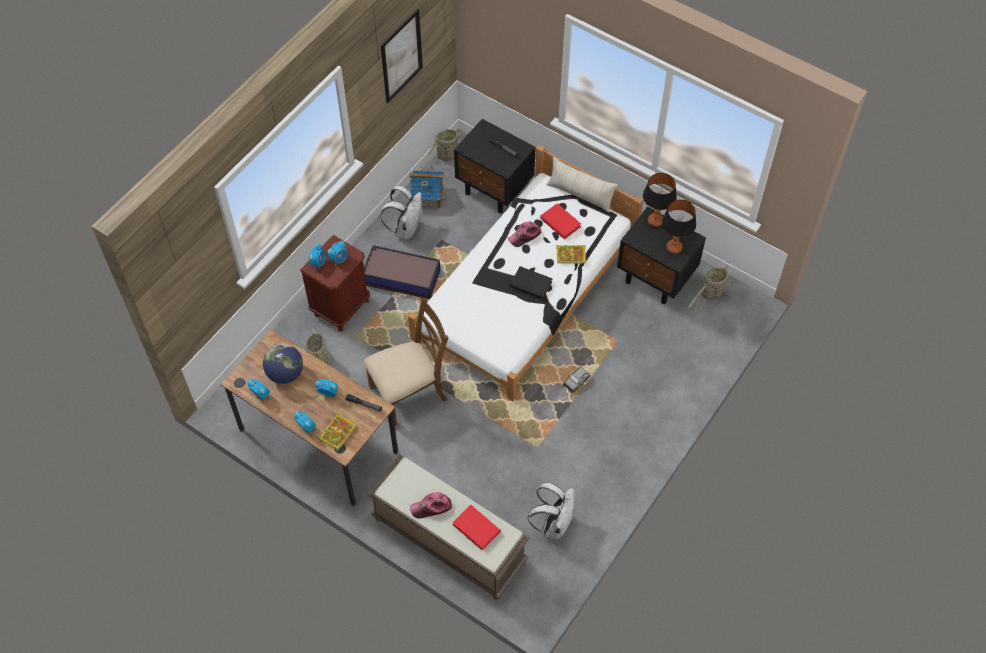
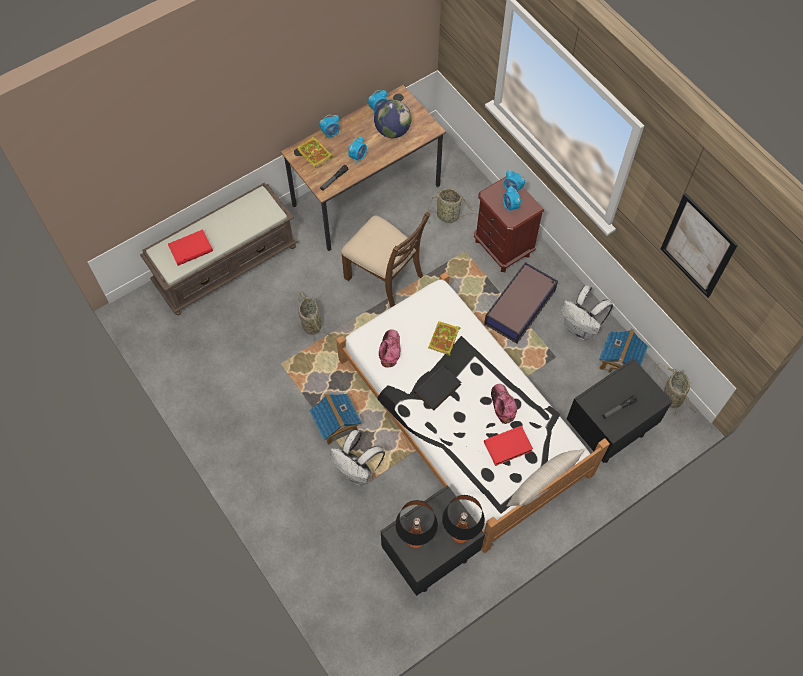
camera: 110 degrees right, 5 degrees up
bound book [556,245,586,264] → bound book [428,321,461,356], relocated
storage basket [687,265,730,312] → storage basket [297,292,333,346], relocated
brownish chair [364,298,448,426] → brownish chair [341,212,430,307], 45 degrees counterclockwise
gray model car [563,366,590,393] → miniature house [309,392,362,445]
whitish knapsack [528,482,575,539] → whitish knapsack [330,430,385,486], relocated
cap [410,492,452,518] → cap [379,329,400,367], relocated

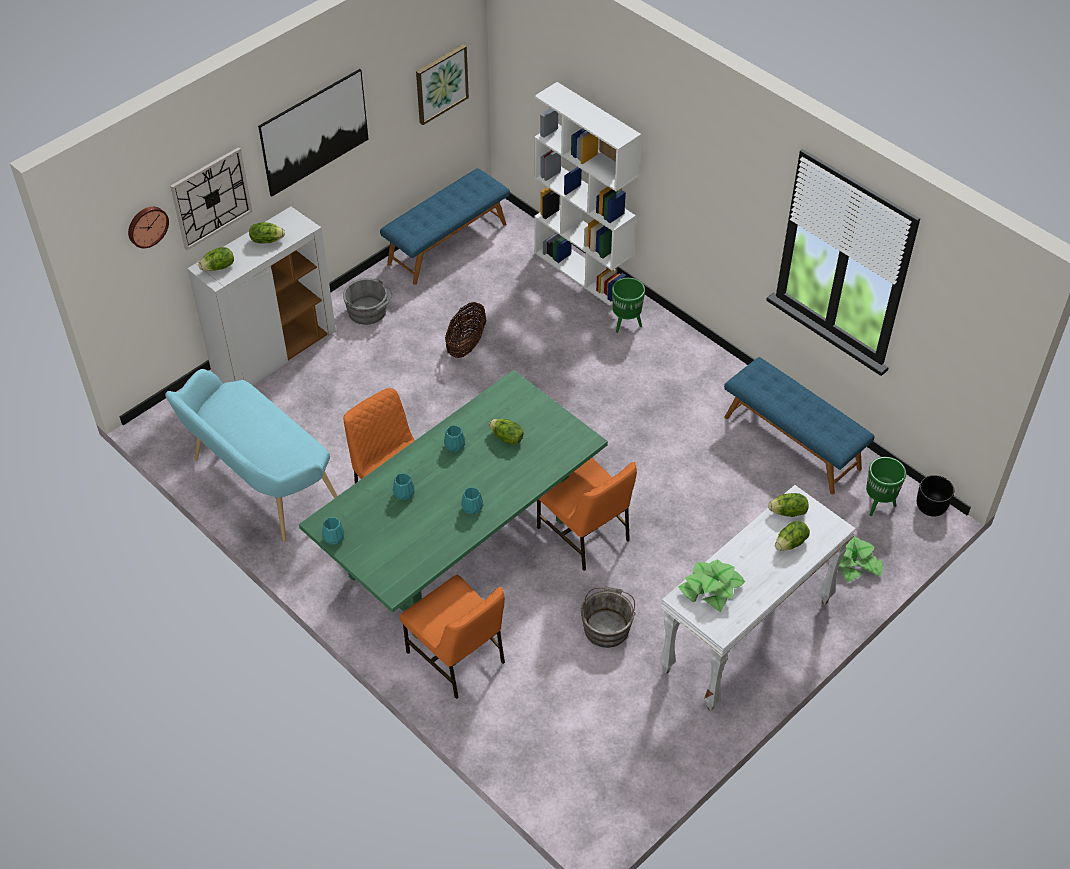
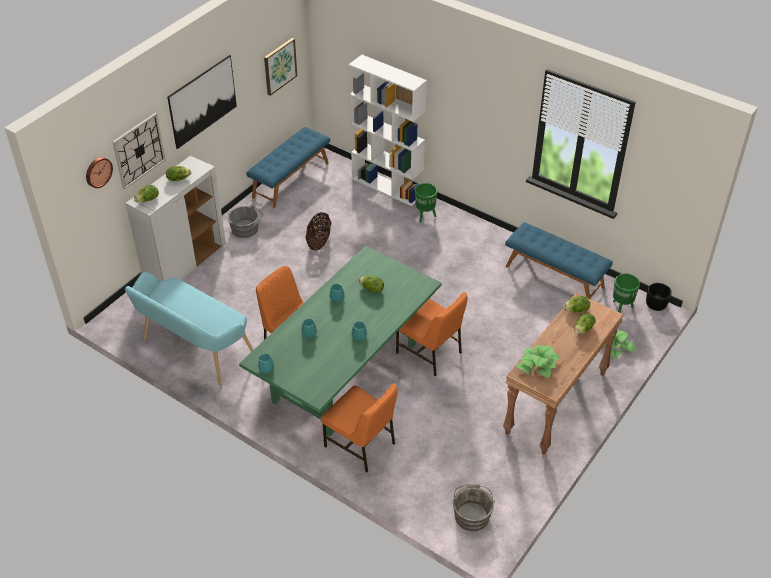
camera: 10 degrees left, 5 degrees down
whitish console table [659,485,856,711] → brownish console table [503,293,624,455]
gray bucket [581,586,636,648] → gray bucket [452,484,495,531], relocated

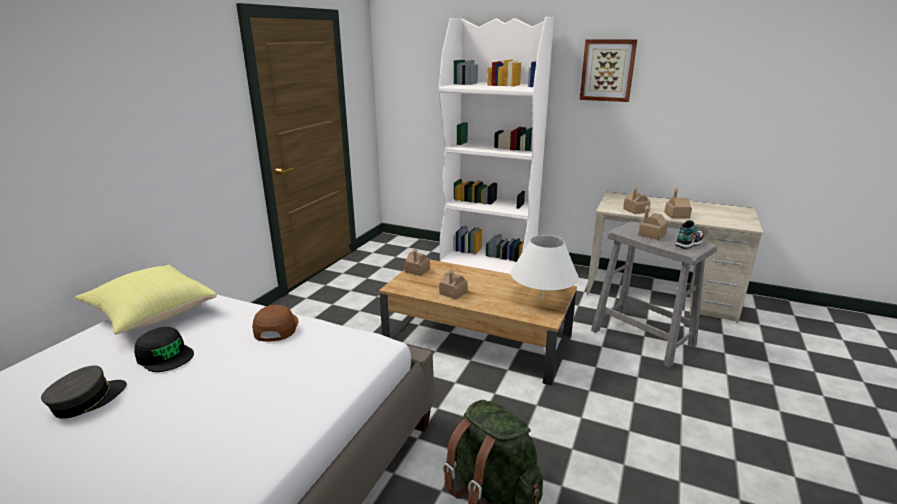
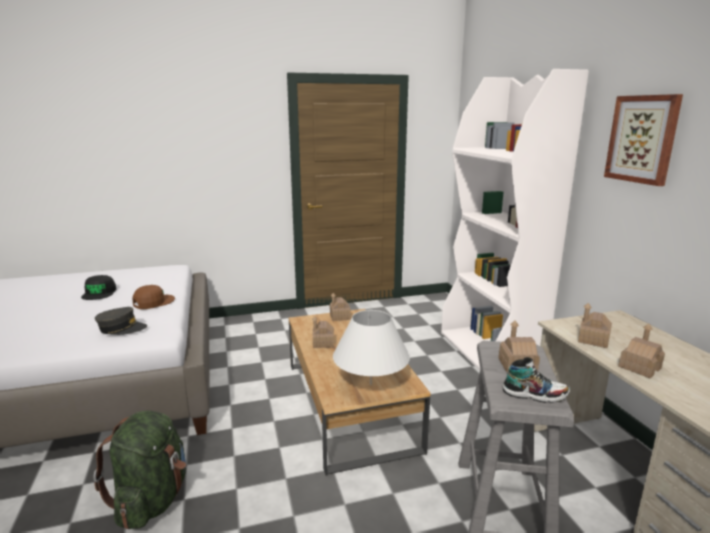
camera: 50 degrees right, 5 degrees down
yellowish pillow [74,265,217,334] → -
gray cap [41,365,127,419] → gray cap [95,307,147,335], relocated

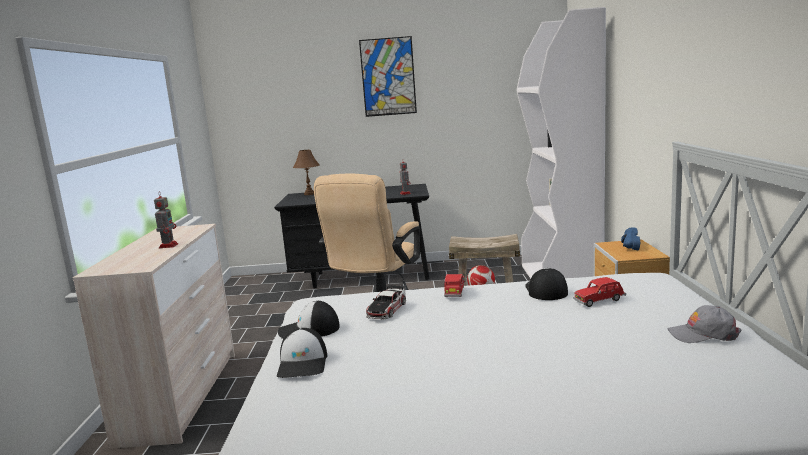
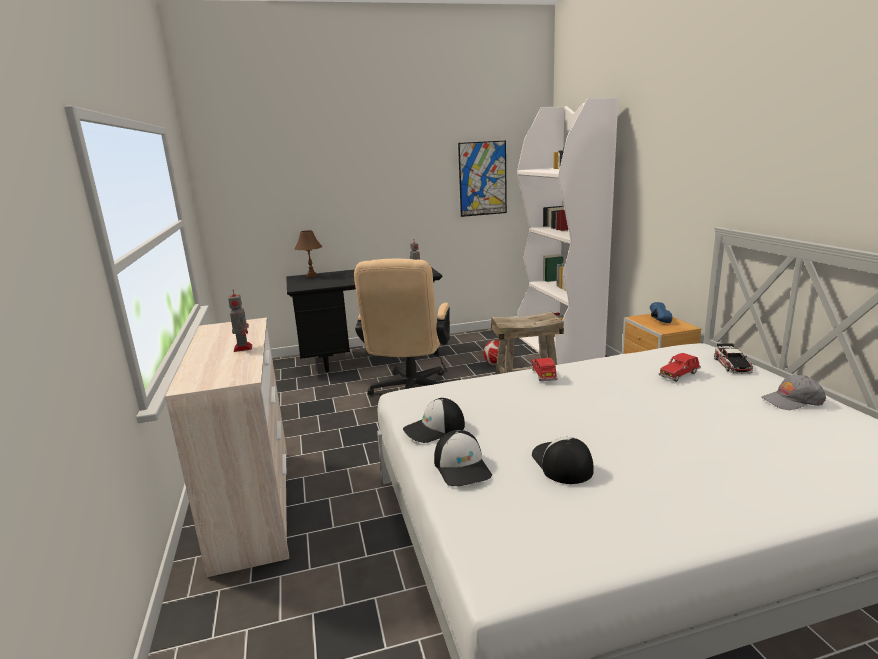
camera: 15 degrees left, 5 degrees up
wall art [359,36,417,117] → wall art [458,141,507,217], relocated
cap [525,268,568,300] → cap [532,437,594,484], relocated
model car [366,285,406,320] → model car [714,343,753,374], relocated

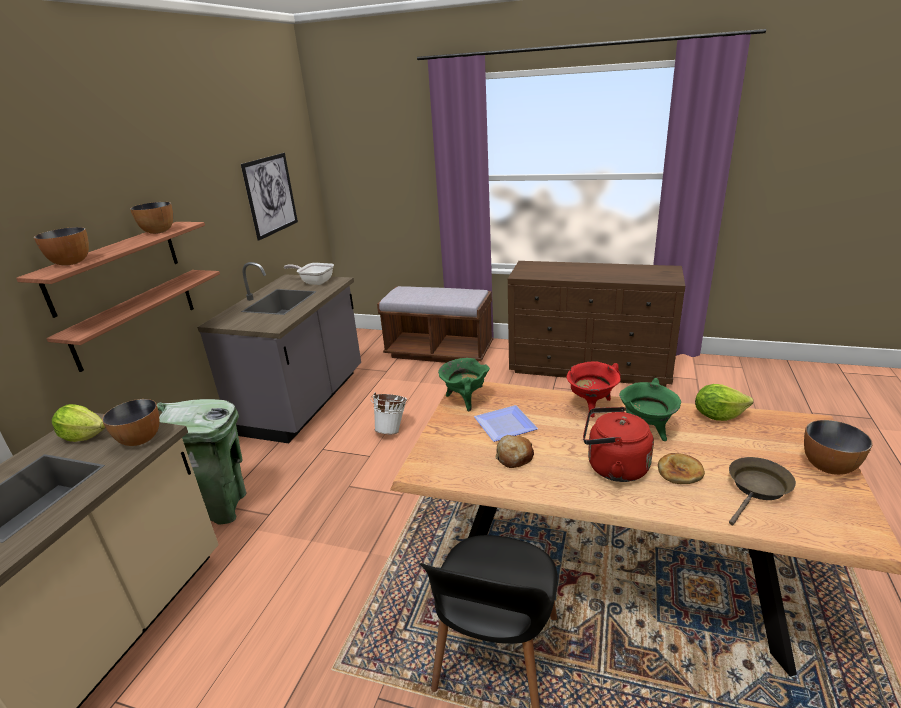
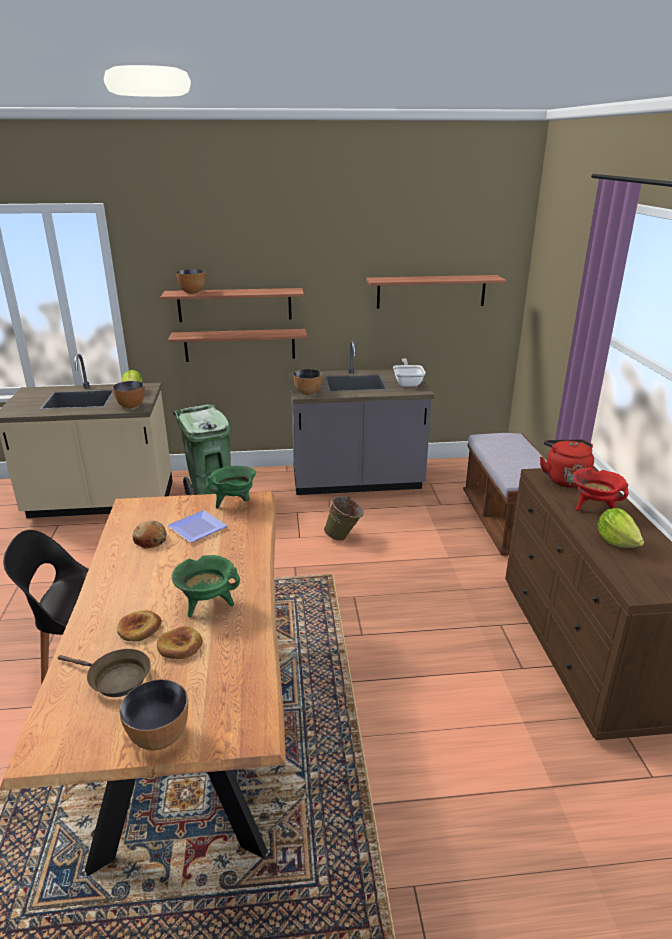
camera: 65 degrees right, 0 degrees up
wall art [241,153,298,241] → wall shelf [366,275,506,309]
deep dish [130,202,173,234] → deep dish [293,369,322,395], relocated
reddish stockpot [567,361,621,417] → reddish stockpot [573,468,629,511], relocated
lettuce head [695,384,753,421] → lettuce head [598,508,644,548], relocated
whitish bucket [370,392,407,434] → greenish bucket [324,496,364,541]
reddish water kettle [583,407,654,482] → reddish water kettle [540,439,594,488], relocated
- → baked bread [157,626,203,659]

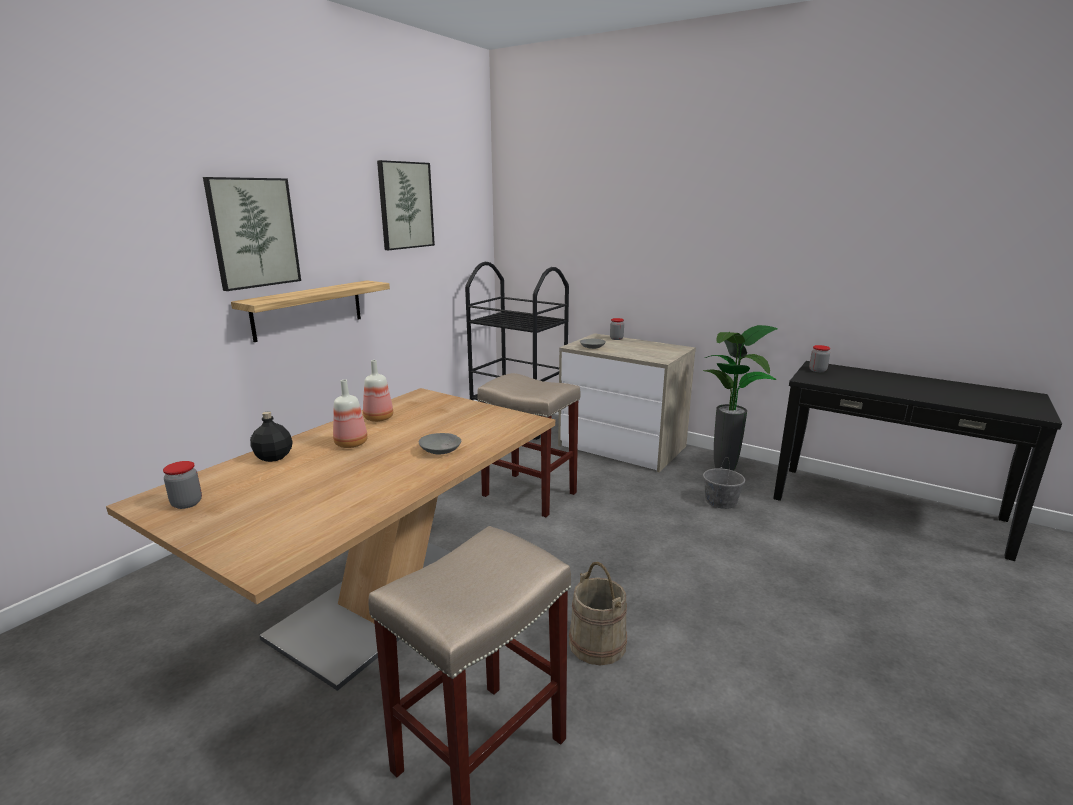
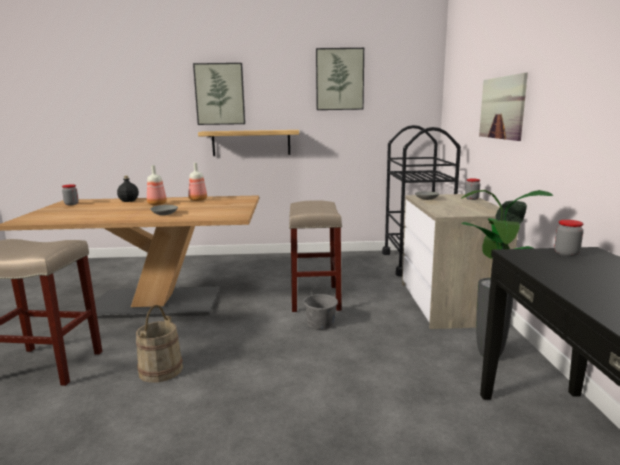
camera: 55 degrees right, 5 degrees down
gray bucket [703,457,745,509] → gray bucket [303,284,338,330], relocated
- → wall art [479,73,528,141]

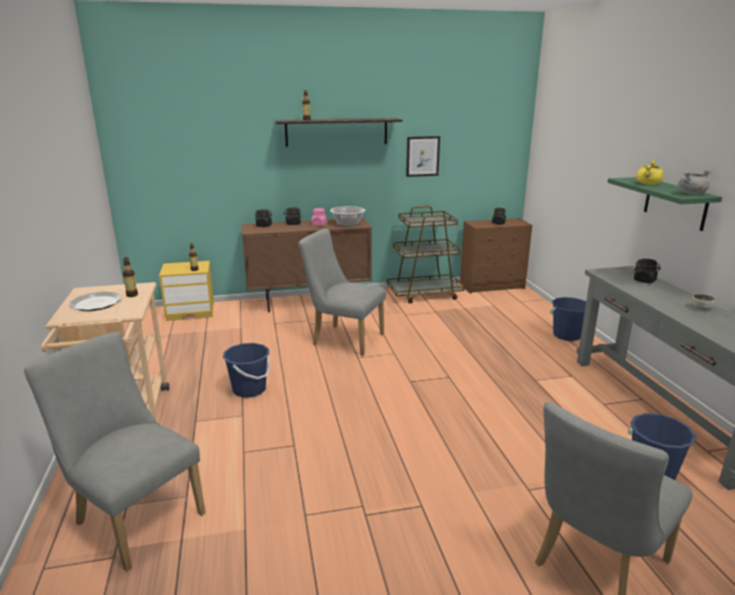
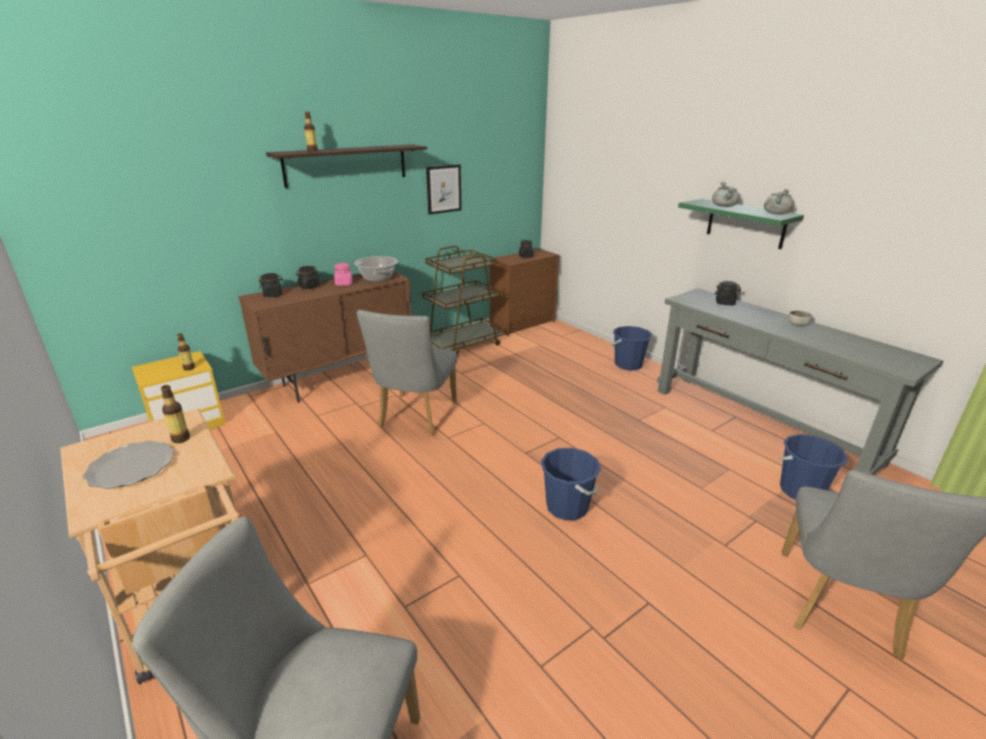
camera: 25 degrees left, 5 degrees up
yellowish stockpot [636,160,664,185] → gray stockpot [712,182,739,207]
gray chair [299,229,386,356] → gray chair [357,310,457,435], 75 degrees counterclockwise
blue bucket [223,343,271,398] → blue bucket [541,448,601,520], relocated

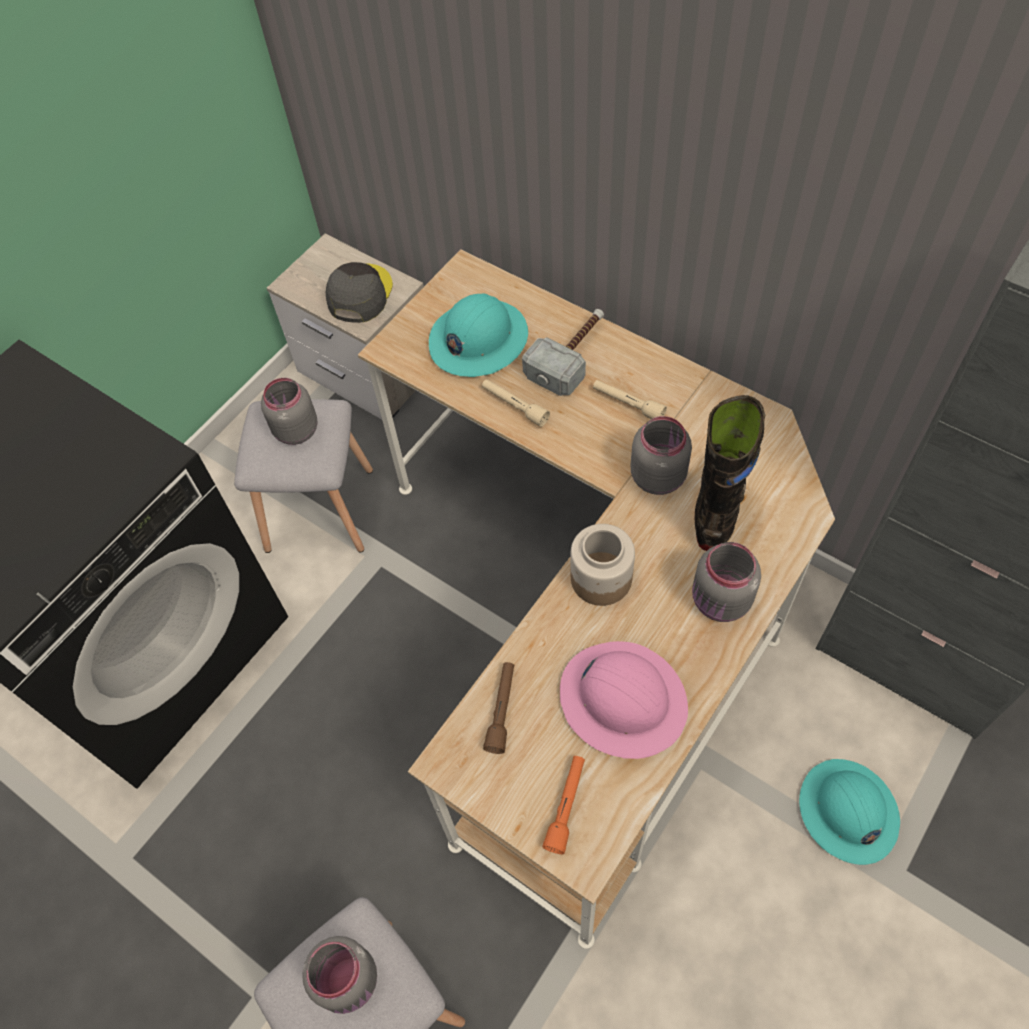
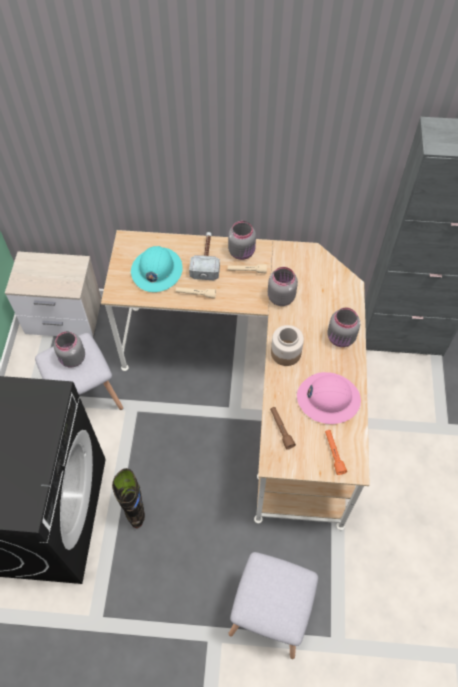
camera: 35 degrees left, 0 degrees up
gray cap [326,262,393,323] → -
black high-top boot [695,395,765,551] → black high-top boot [112,468,145,528], relocated
blue-green hard hat [799,759,900,865] → -
gray jar [302,936,377,1014] → gray jar [228,221,256,260], relocated

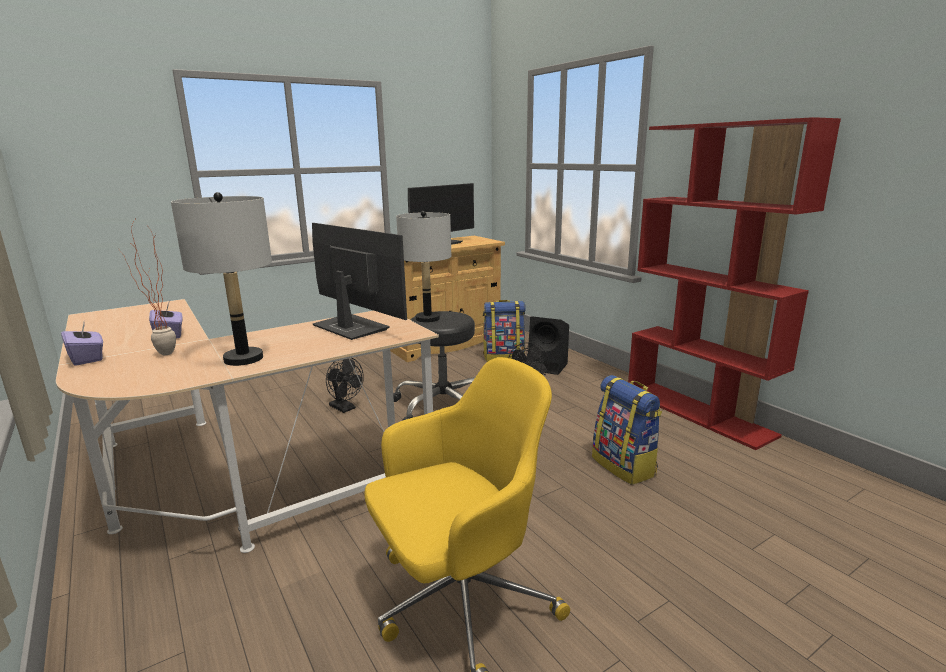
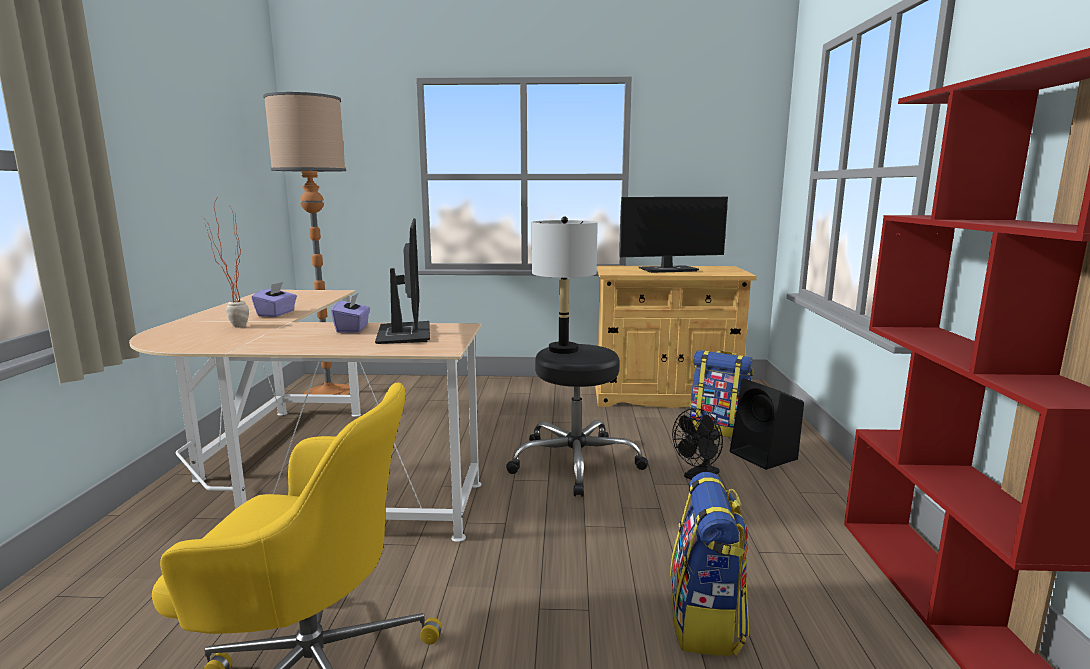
camera: 35 degrees right, 5 degrees down
gray table lamp [171,192,272,366] → -
purplish box of tissues [61,323,103,366] → purplish box of tissues [331,293,370,333], relocated
black cooling fan [326,358,364,413] → -
- → standard lamp [263,92,350,395]

